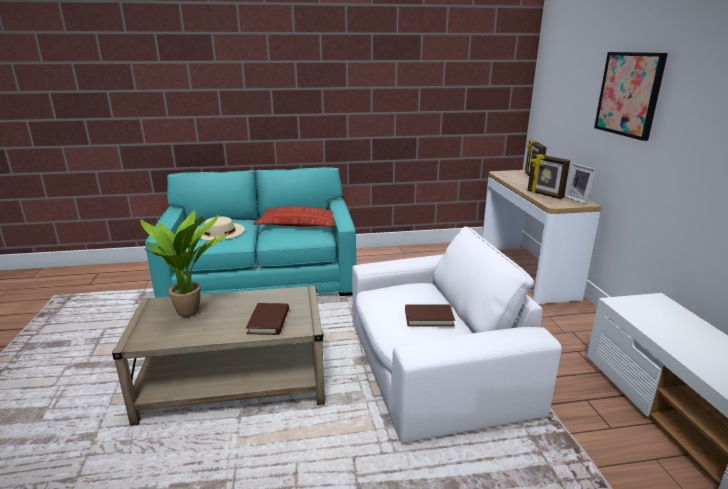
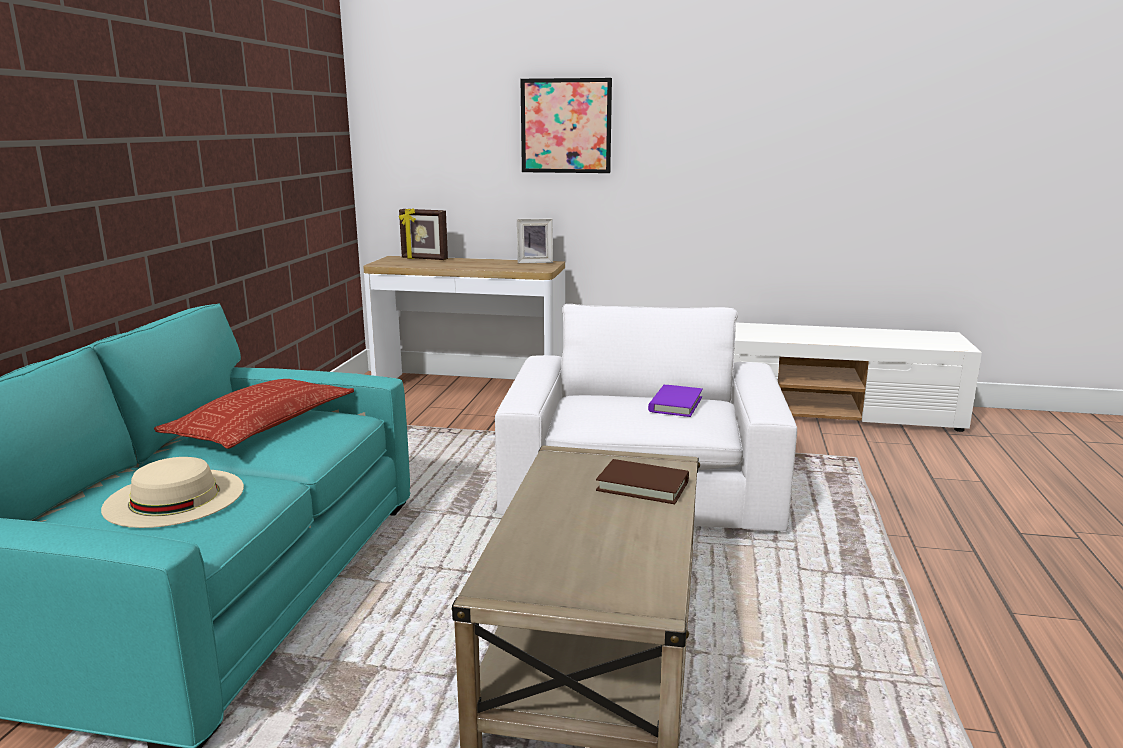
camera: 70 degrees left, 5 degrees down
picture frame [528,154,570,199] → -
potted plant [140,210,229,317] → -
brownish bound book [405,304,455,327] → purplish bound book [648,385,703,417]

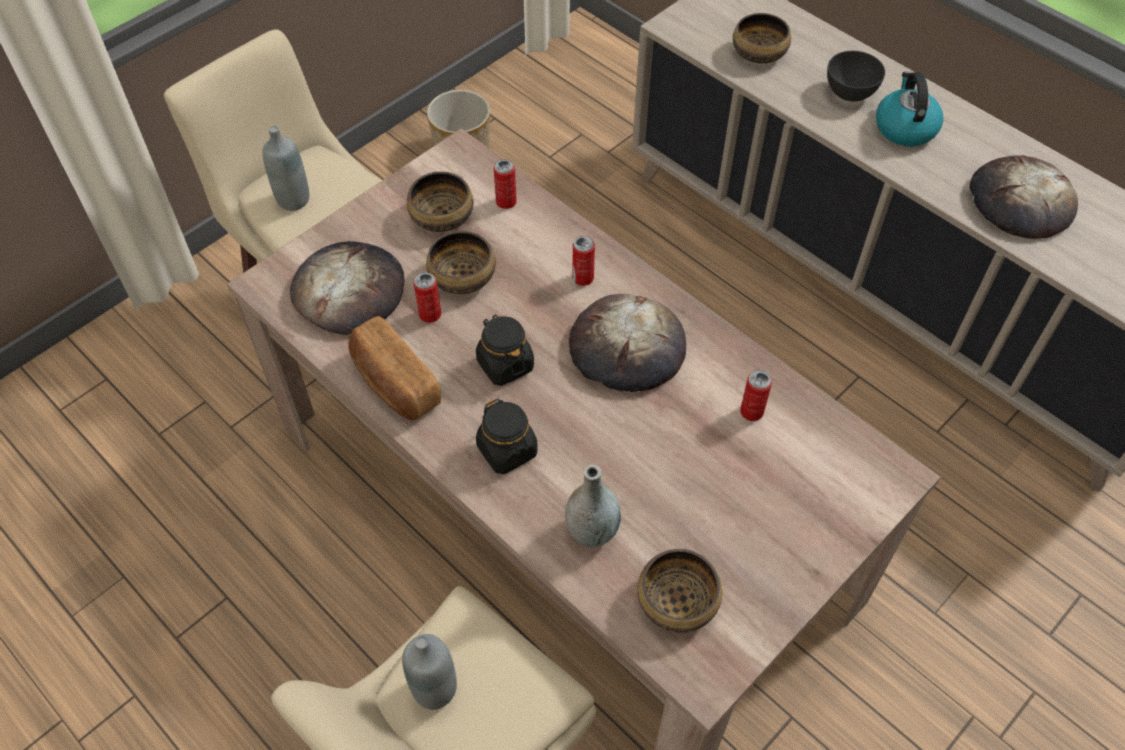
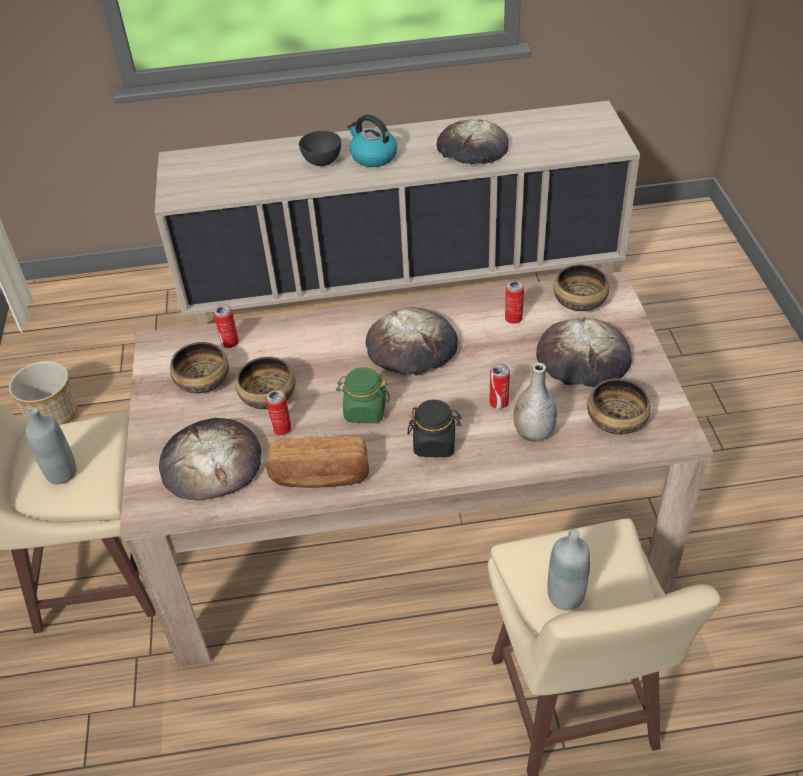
camera: 50 degrees left, 10 degrees down
deep dish [733,13,791,64] → deep dish [553,264,609,311], relocated
sealed can [572,236,595,286] → sealed can [489,364,510,409], relocated
black jar [476,314,534,386] → greenish jar [336,367,390,423]
- → baked bread [536,317,632,387]

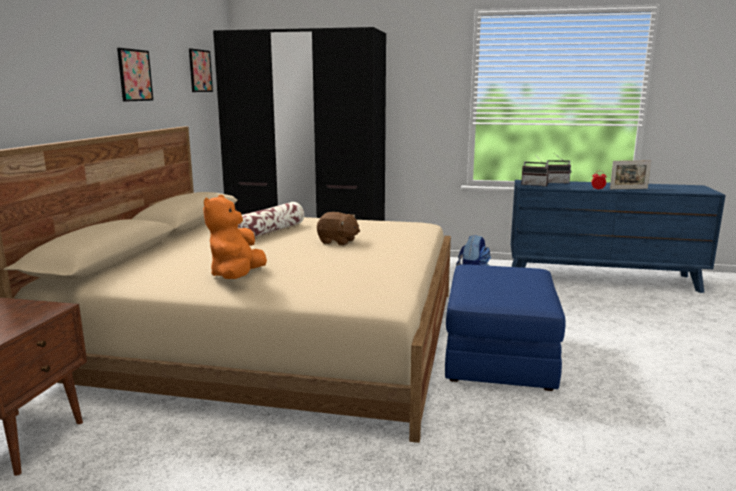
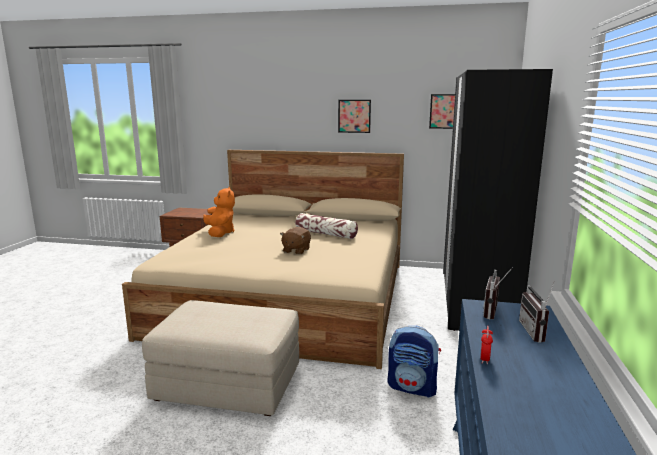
camera: 90 degrees right, 0 degrees up
picture frame [610,160,651,189] → -
orange-coloured plush toy [203,195,267,279] → orange-coloured plush toy [203,187,235,237], 60 degrees clockwise
blue footrest [445,264,566,391] → sand-coloured footrest [142,300,299,416]

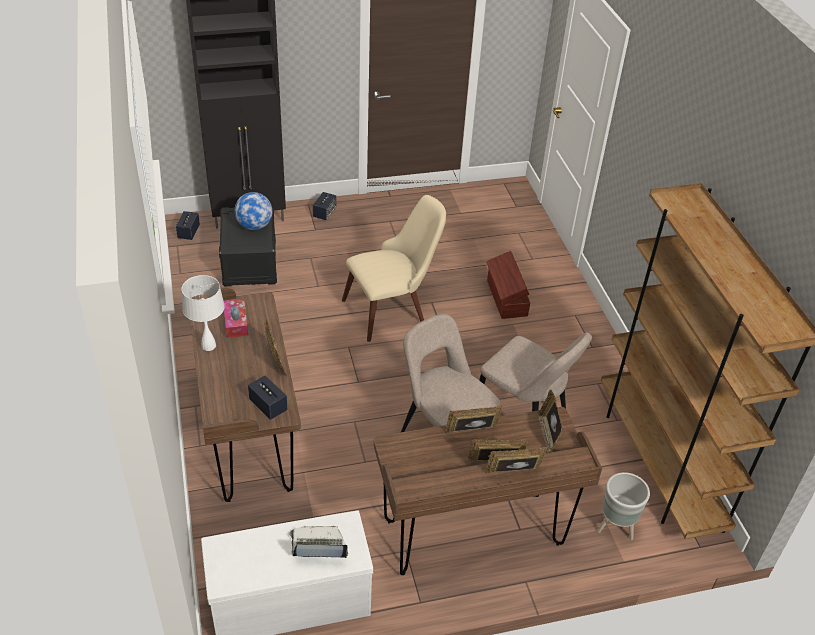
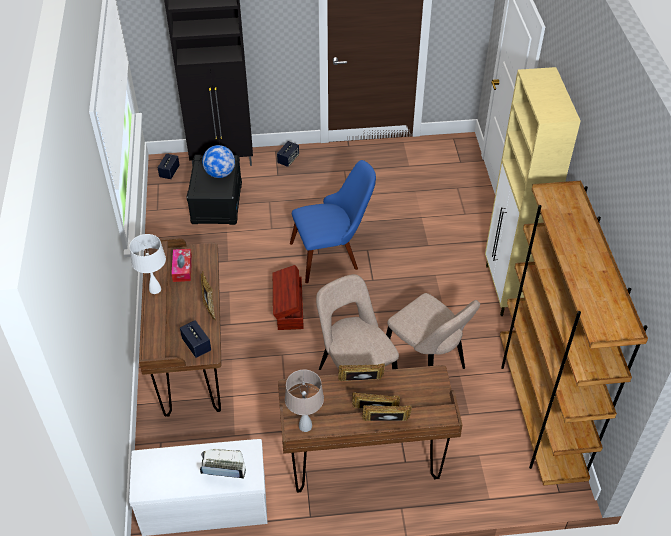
camera: 10 degrees right, 5 degrees up
sand-coloured chair [342,195,446,342] → blue chair [290,160,376,283]
brownish storage bin [486,251,530,319] → brownish storage bin [273,265,303,330], relocated
picture frame [537,389,564,453] → -
gray plant pot [597,472,650,540] → -
- → sand-coloured storage cabinet [485,67,581,316]
- → sand-coloured table lamp [285,370,324,432]

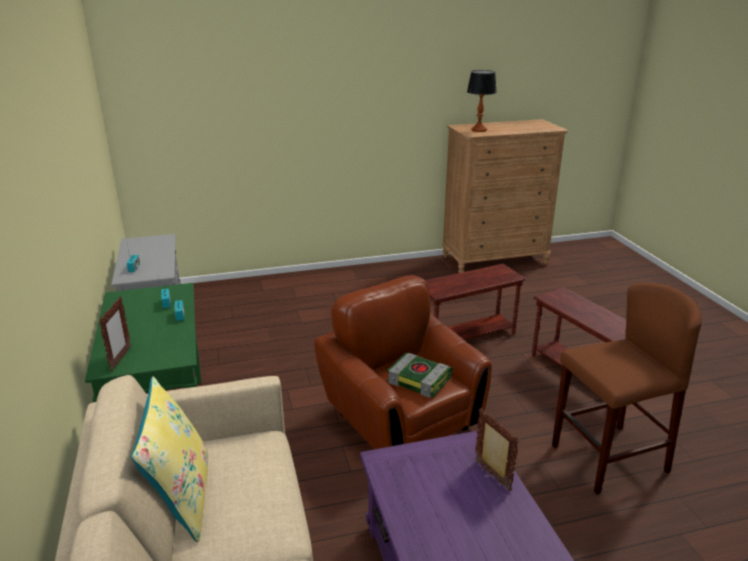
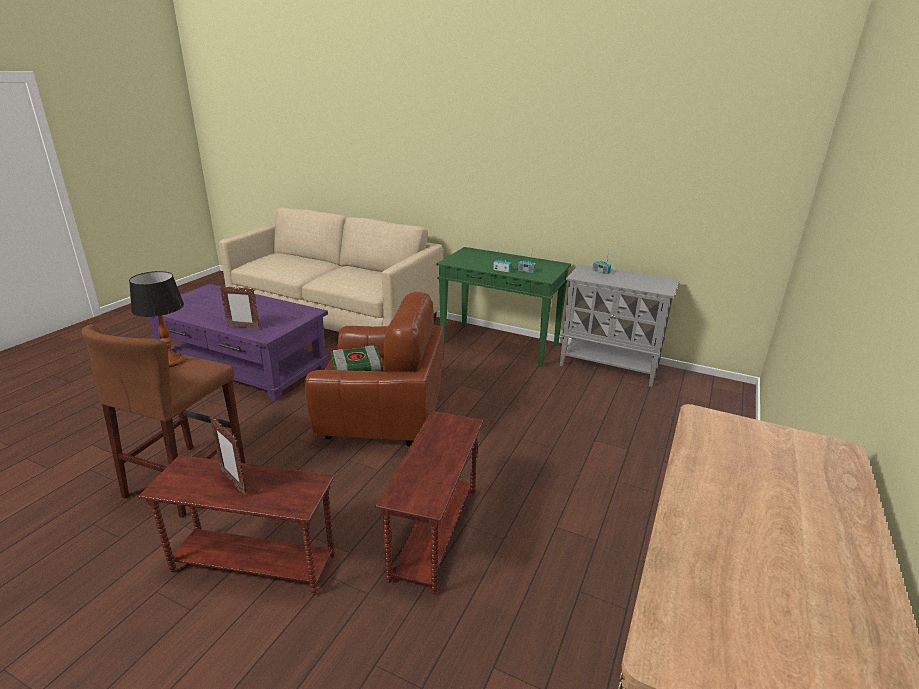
camera: 130 degrees right, 0 degrees up
table lamp [467,70,497,132] → table lamp [129,271,184,367], relocated
picture frame [99,296,131,372] → picture frame [209,416,247,496], relocated
yellowish pillow [131,377,208,542] → -

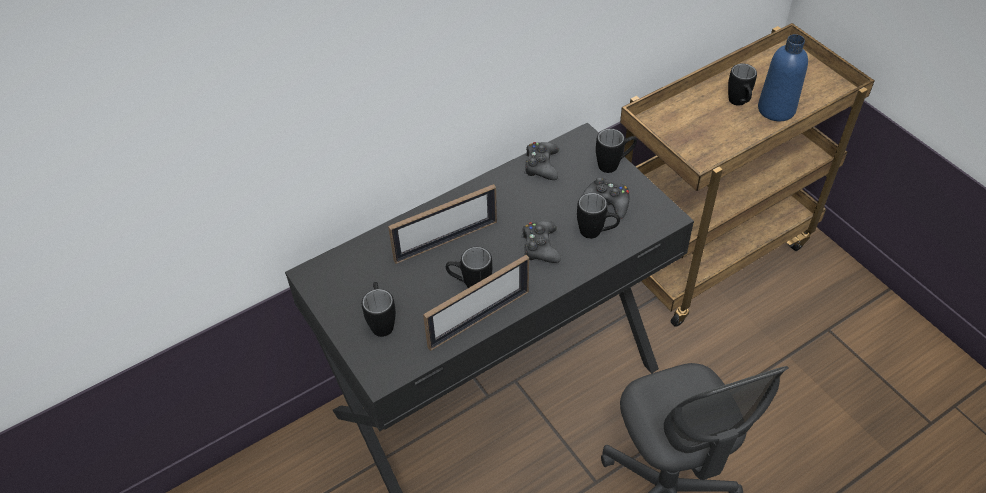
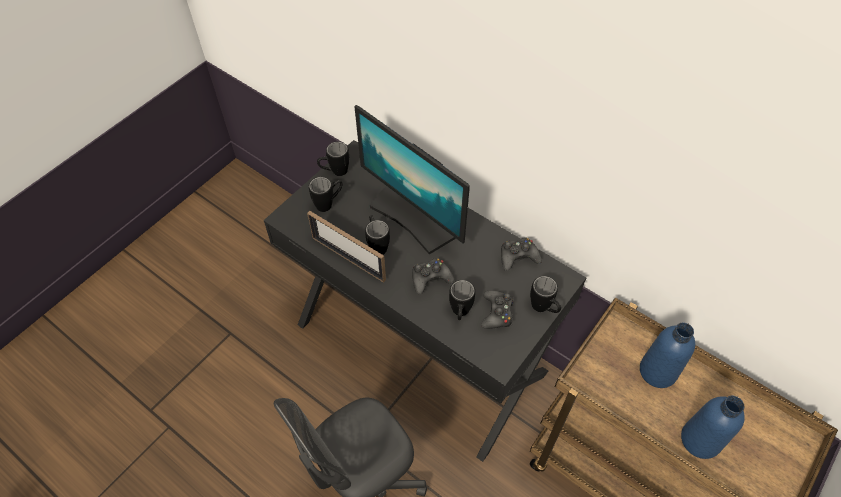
camera: 70 degrees right, 5 degrees up
black coffee mug [728,63,757,106] → black coffee mug [317,141,349,176], relocated
picture frame [388,184,497,264] → monitor [354,105,470,254]
- → blue bottle [640,322,695,388]

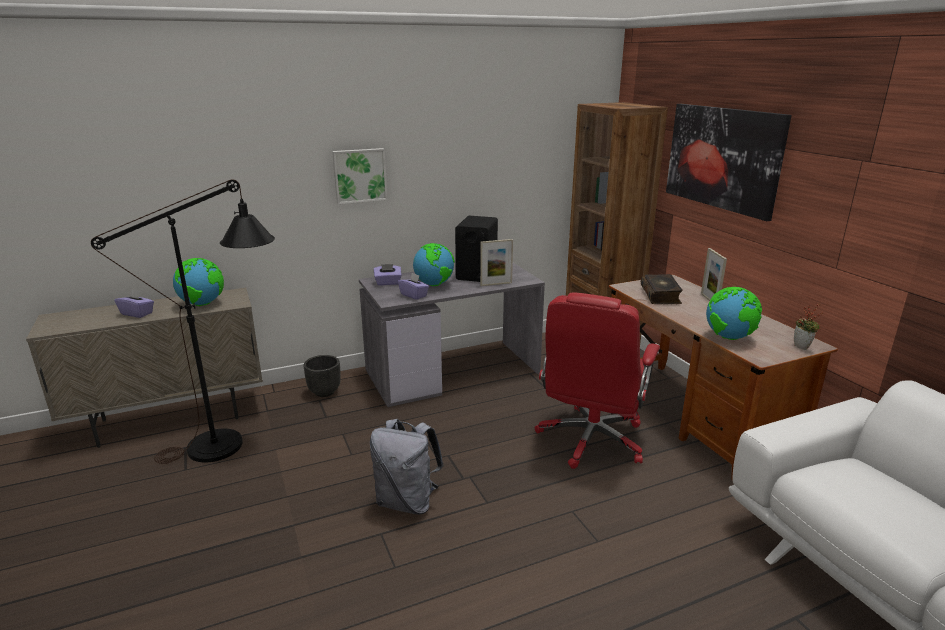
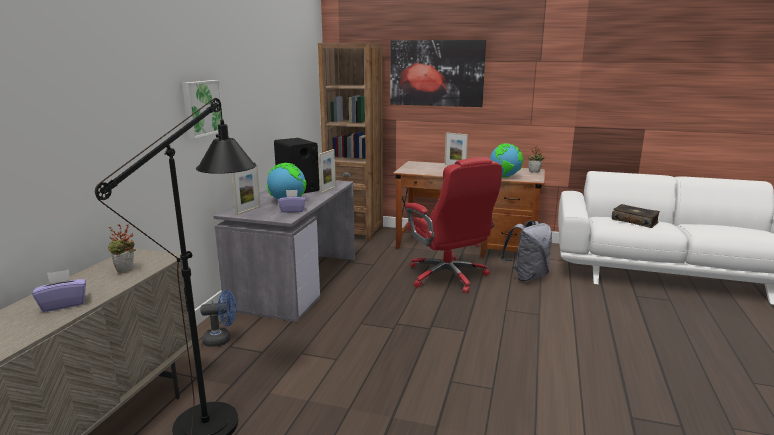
camera: 50 degrees left, 5 degrees down
desk globe [173,258,224,306] → potted plant [107,224,136,273]
purplish box of tissues [374,264,402,286] → picture frame [232,164,261,215]
bound book [641,274,683,304] → bound book [612,204,660,228], relocated
black plant pot [304,355,341,397] → blue cooling fan [200,290,236,347]
gray knapsack [370,419,444,515] → gray knapsack [500,220,552,282], relocated

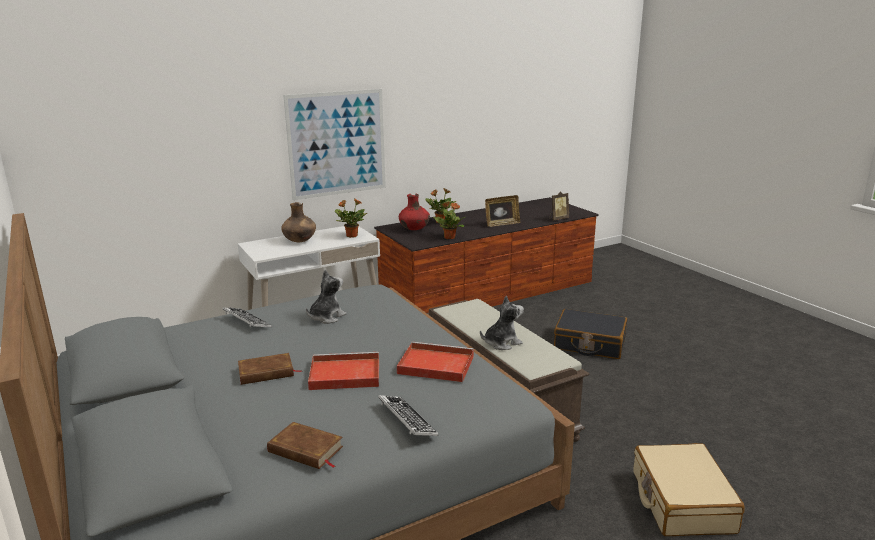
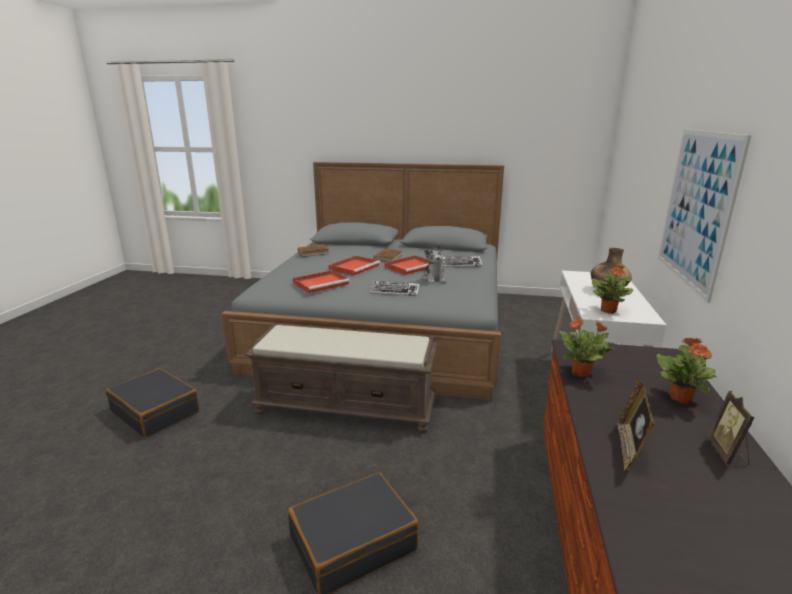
camera: 130 degrees right, 0 degrees up
picture frame [549,192,569,220] → picture frame [707,391,755,465], relocated
reddish vase [399,194,430,230] → -
plush toy [480,296,524,350] → -
PC keyboard [378,395,438,436] → PC keyboard [370,281,419,296], relocated
sand-coloured travel case [634,443,745,536] → black travel case [106,368,199,438]
- → reddish serving tray [385,255,429,275]

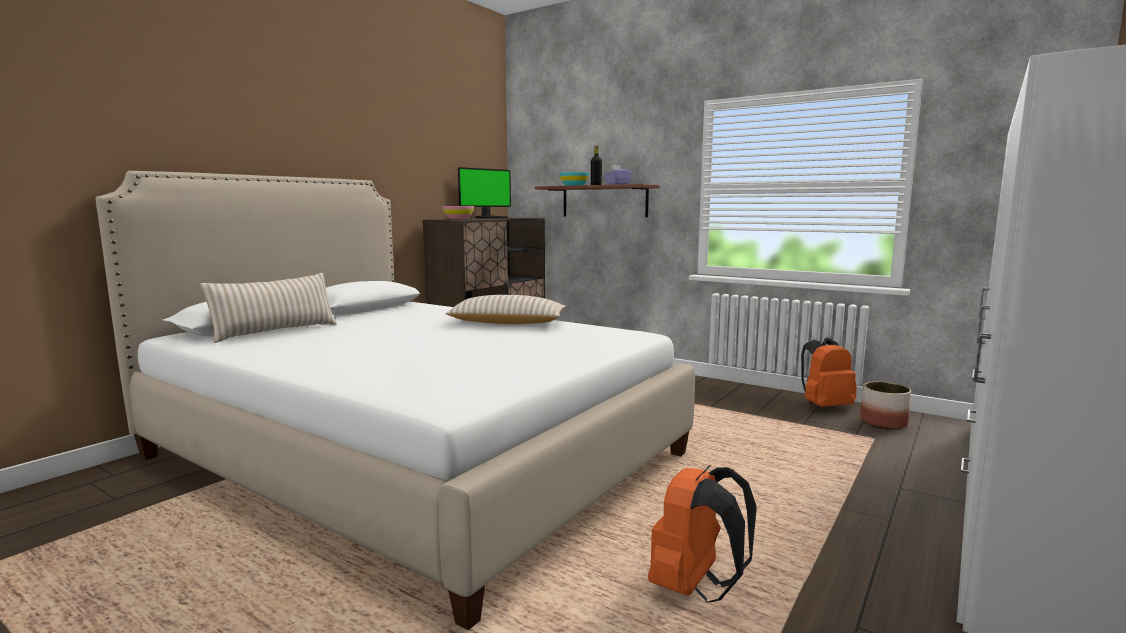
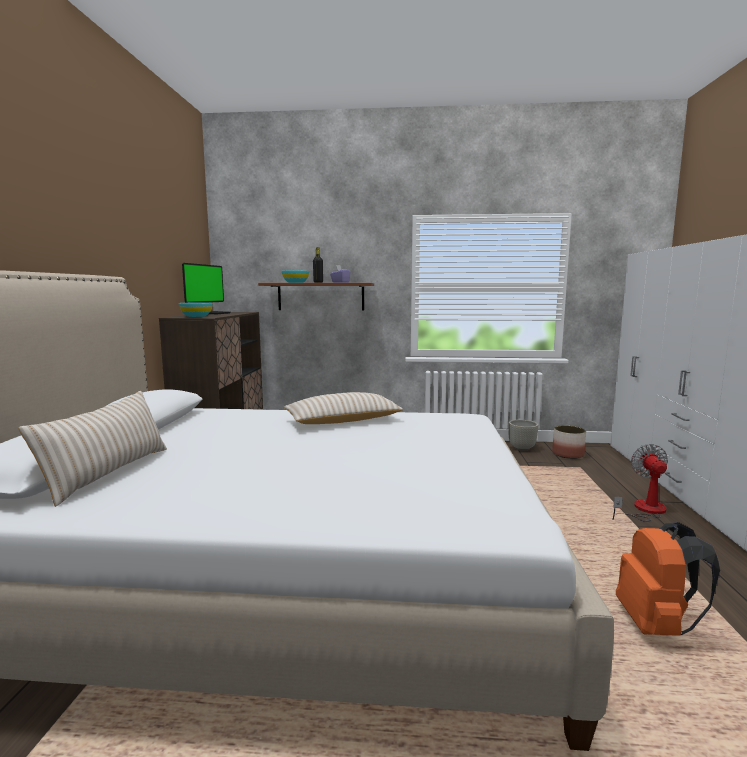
camera: 30 degrees left, 0 degrees up
pink-coloured deep dish [442,206,474,219] → blue-green deep dish [179,303,213,317]
orange-coloured knapsack [801,337,857,407] → gray plant pot [508,420,539,451]
- → cooling fan [612,444,668,522]

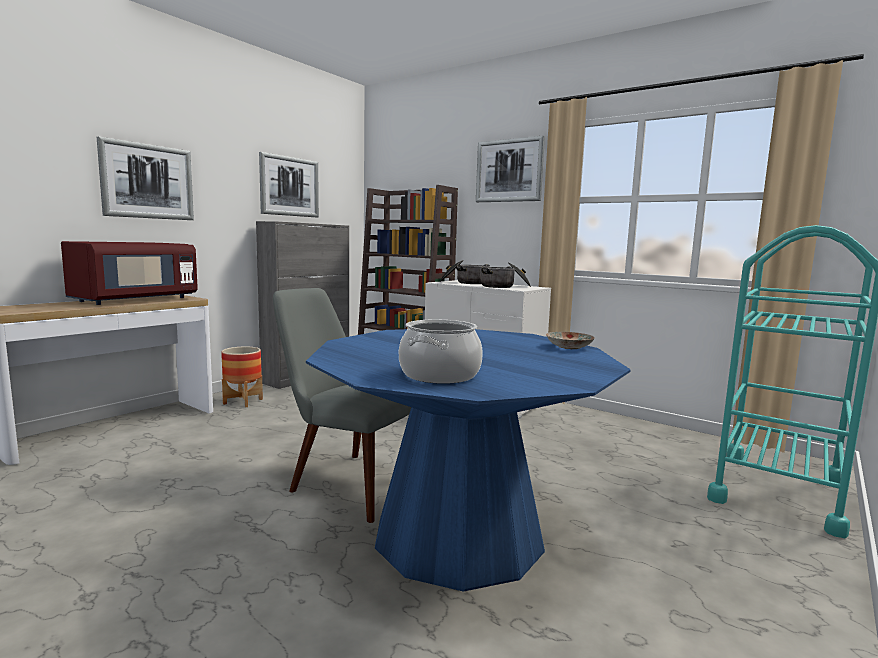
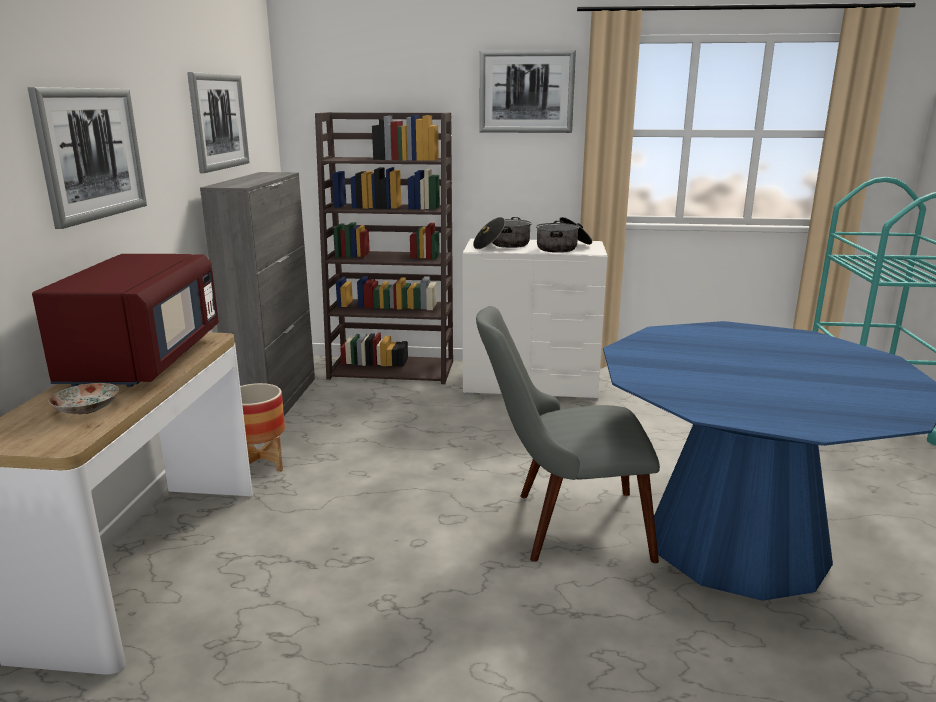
camera: 30 degrees left, 10 degrees up
stockpot [399,320,483,384] → -
plate [546,332,595,349] → plate [49,383,119,414], relocated

